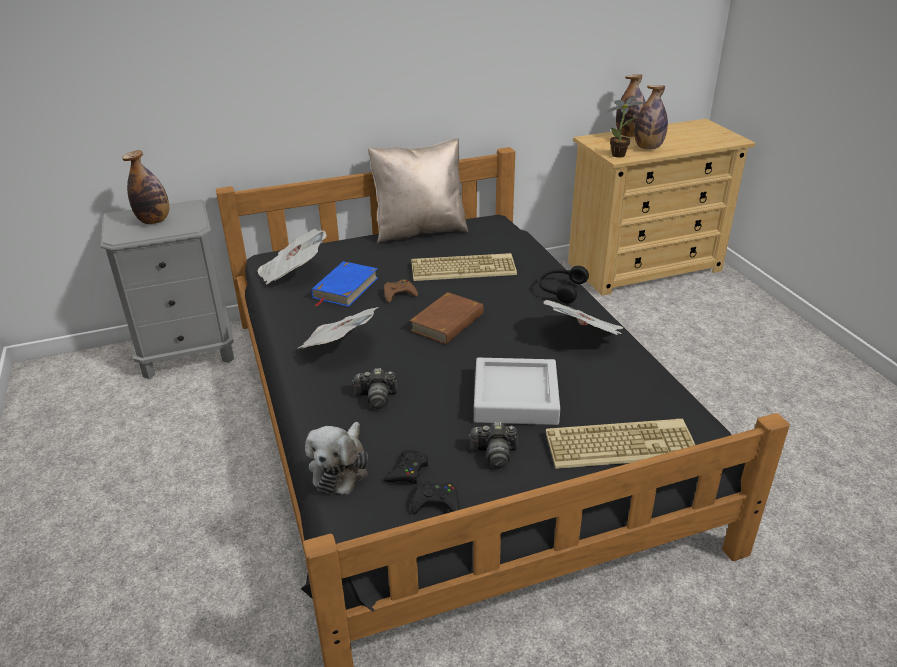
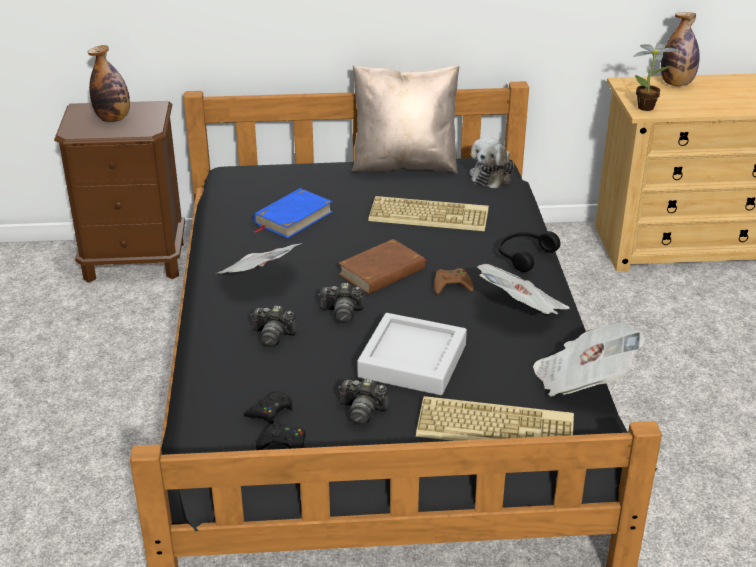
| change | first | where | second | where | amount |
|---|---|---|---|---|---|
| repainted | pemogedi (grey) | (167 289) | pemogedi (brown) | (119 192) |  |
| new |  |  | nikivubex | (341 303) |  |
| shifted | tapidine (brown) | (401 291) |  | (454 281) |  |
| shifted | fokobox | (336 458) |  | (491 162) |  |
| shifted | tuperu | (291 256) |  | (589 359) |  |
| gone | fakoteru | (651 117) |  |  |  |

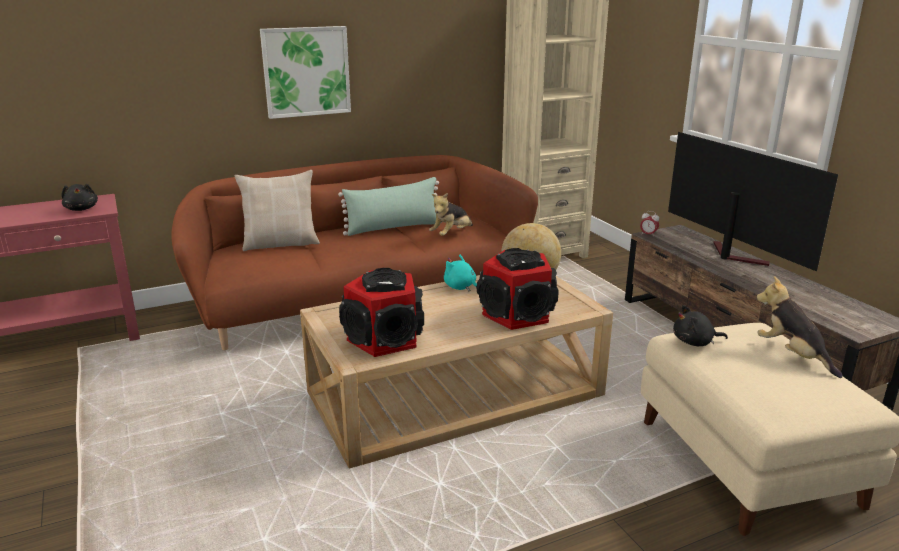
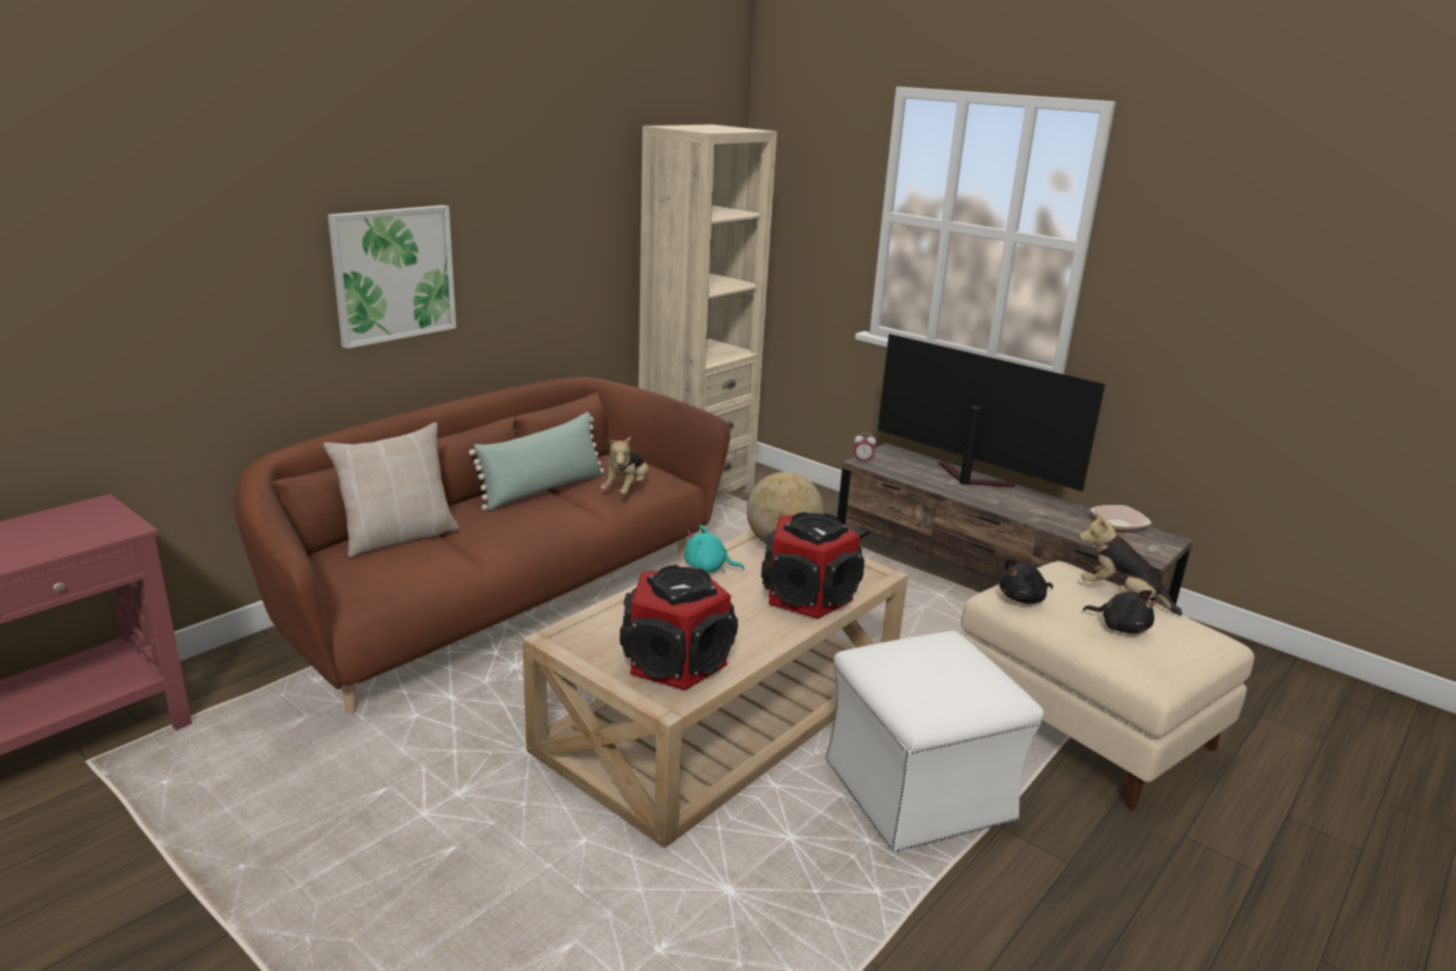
| change | first | where | second | where | amount |
|---|---|---|---|---|---|
| new |  |  | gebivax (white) | (935 741) |  |
| shifted | fokobox (black) | (79 197) |  | (1119 612) |  |
| new |  |  | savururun | (1121 519) |  |

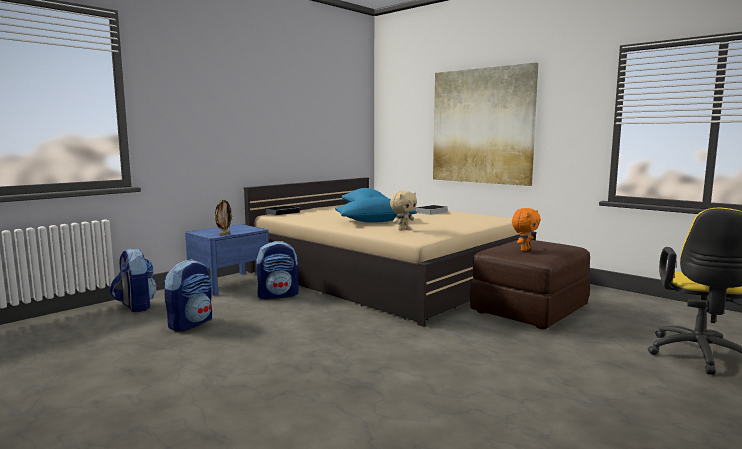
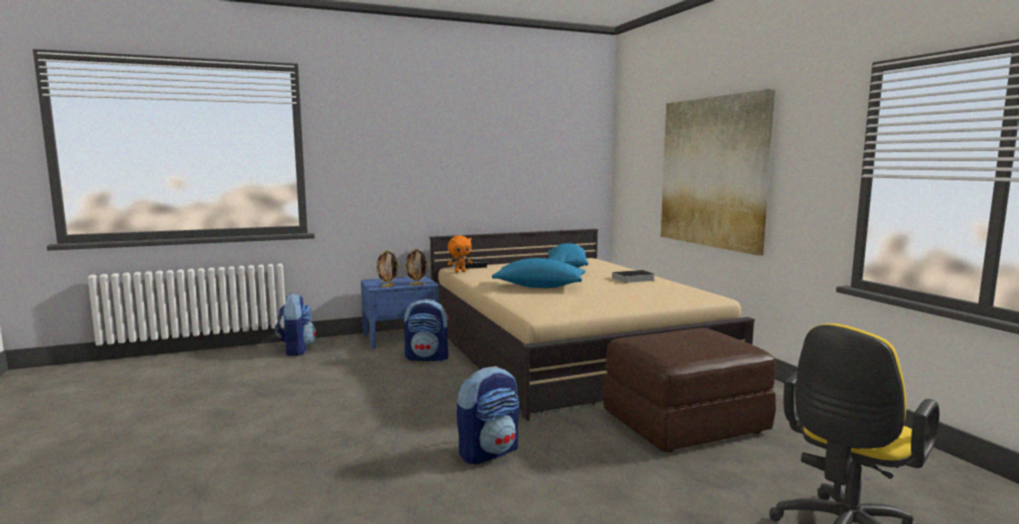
| change | first | where | second | where | amount |
|---|---|---|---|---|---|
| new |  |  | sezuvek | (417 267) |  |
| shifted | fokobox (orange) | (526 229) |  | (460 254) |  |
| shifted | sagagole | (188 295) |  | (488 415) |  |
| gone | fokobox (beige) | (403 210) |  |  |  |

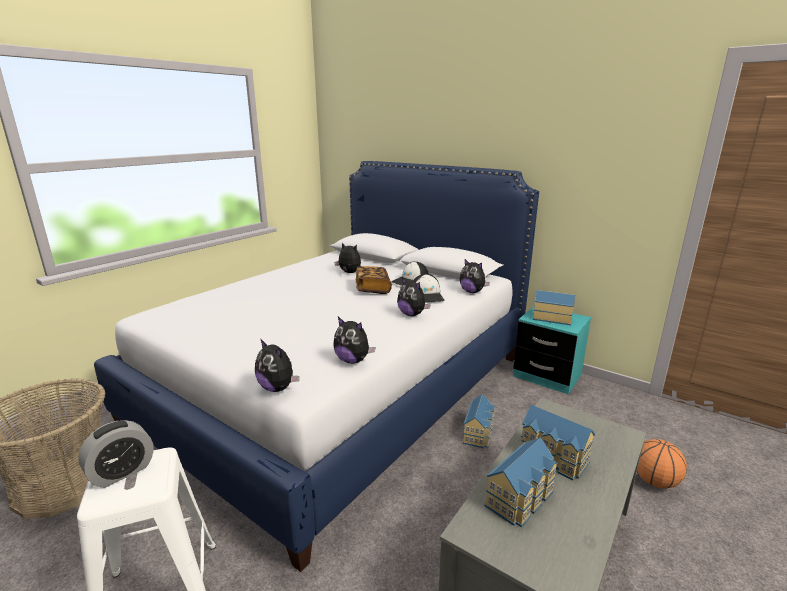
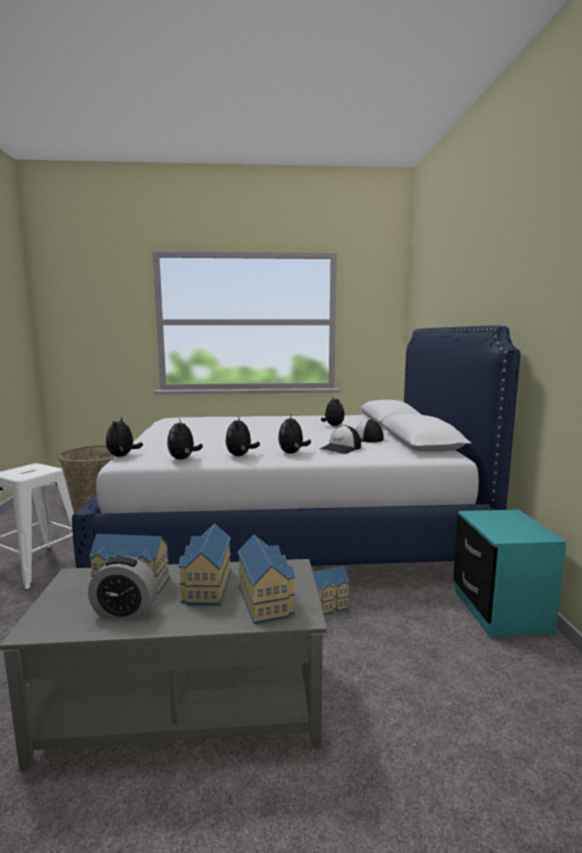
| change | first | where | second | where | amount |
|---|---|---|---|---|---|
| shifted | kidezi | (116 454) |  | (123 588) |  |
| shifted | fokobox | (475 276) |  | (243 436) |  |
| shifted | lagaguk | (553 307) |  | (266 579) |  |
| gone | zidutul | (374 280) |  |  |  |
| gone | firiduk | (662 464) |  |  |  |

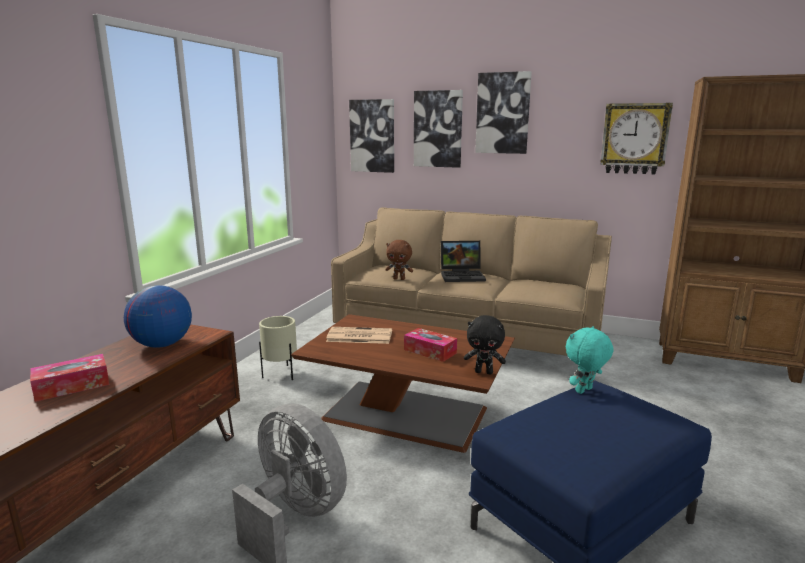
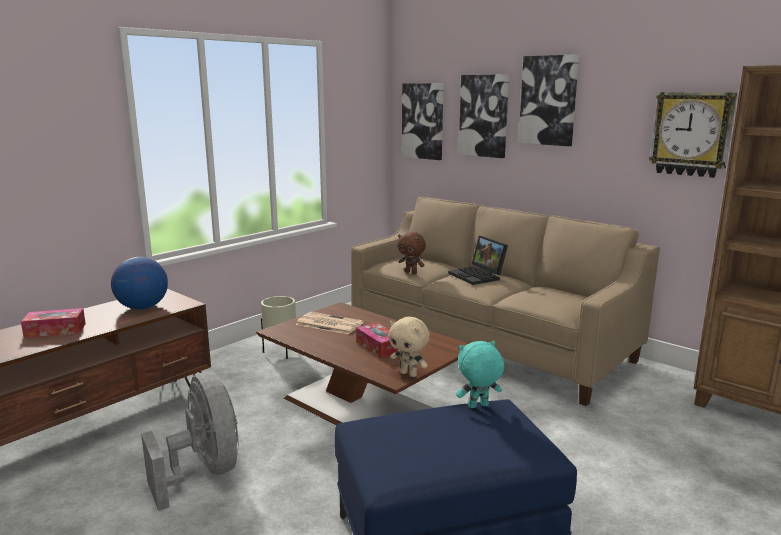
| change | first | where | second | where | amount |
|---|---|---|---|---|---|
| repainted | fokobox (black) | (485 344) | fokobox (beige) | (409 347) |  |
| rotated | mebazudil | (463 261) |  | (478 260) | 45 degrees clockwise |

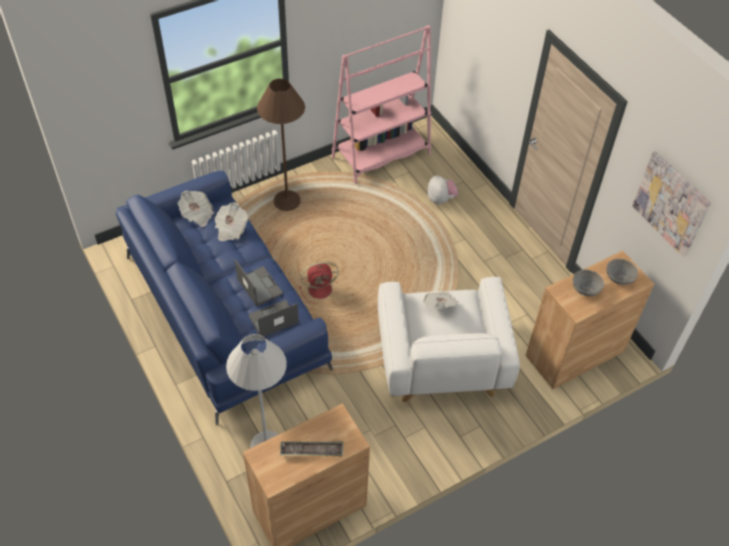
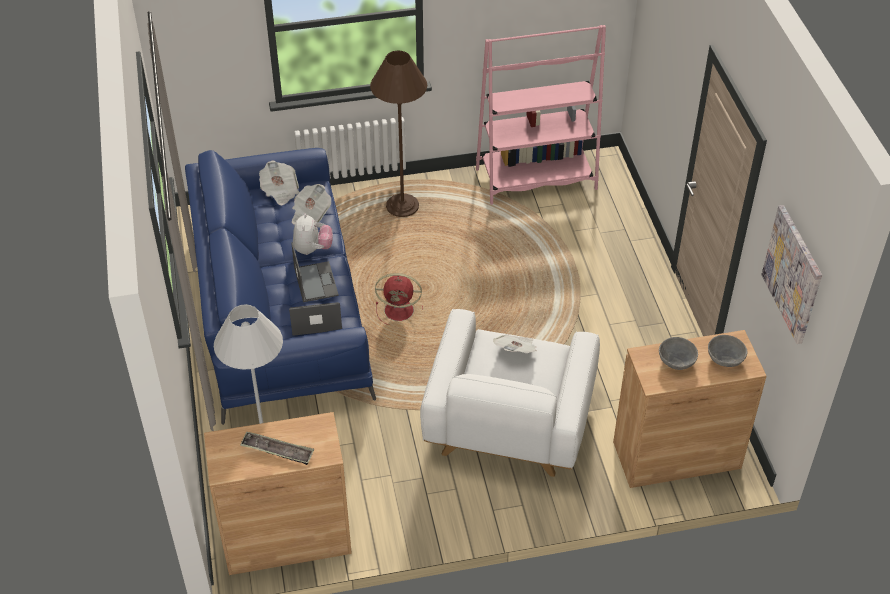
| change | first | where | second | where | amount |
|---|---|---|---|---|---|
| shifted | fokobox | (443 190) |  | (313 234) |  |

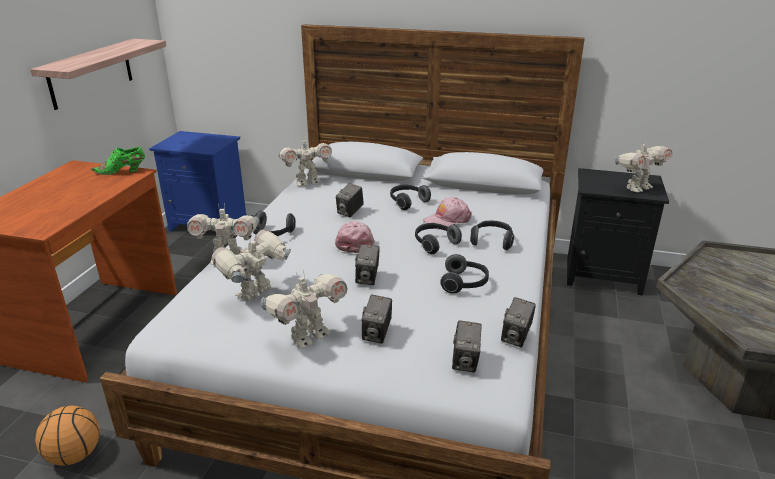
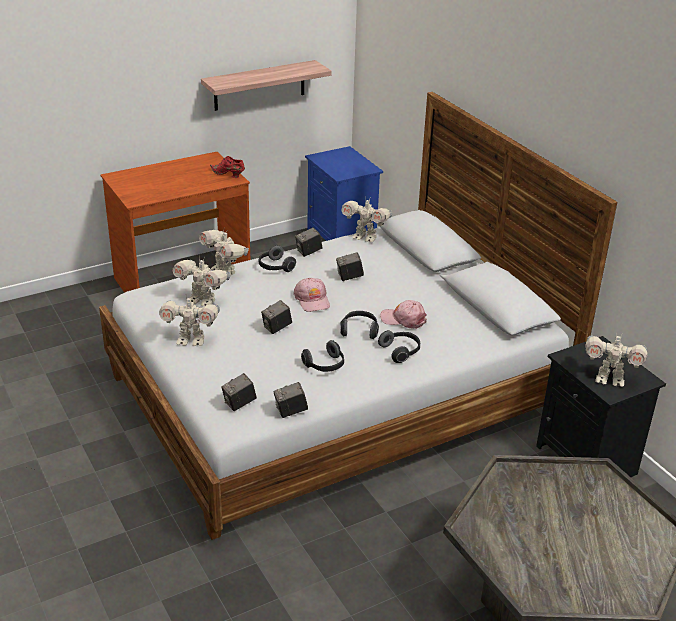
| change | first | where | second | where | amount |
|---|---|---|---|---|---|
| rotated | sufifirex | (251 265) |  | (201 281) | 150 degrees counterclockwise |
| repainted | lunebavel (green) | (118 161) | lunebavel (red) | (227 167) |  |
| rotated | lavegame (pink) | (355 237) |  | (312 295) | 120 degrees clockwise |
| shifted | nikivubex | (377 319) |  | (309 242) |  |
| gone | firiduk | (67 436) |  |  |  |
| gone | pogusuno | (410 197) |  |  |  |

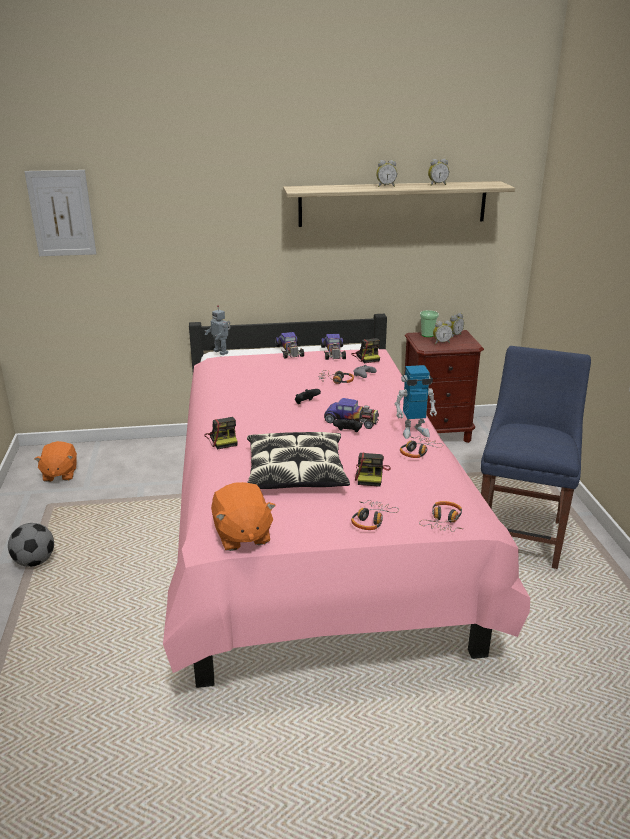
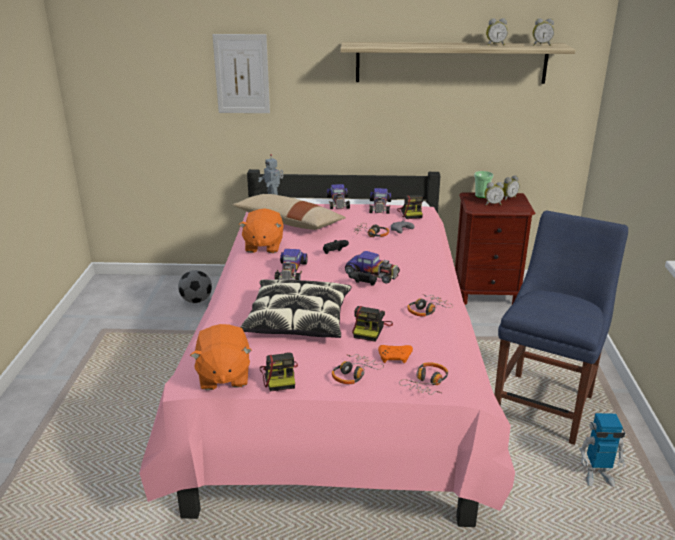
| change | first | where | second | where | amount |
|---|---|---|---|---|---|
| shifted | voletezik | (31 545) |  | (195 286) |  |
| shifted | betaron | (60 213) |  | (241 73) |  |
| new |  |  | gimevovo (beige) | (289 212) |  |
| shifted | fokobox (orange) | (56 461) |  | (261 230) |  |
| shifted | nikivubex | (221 433) |  | (279 372) |  |
| new |  |  | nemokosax | (291 264) |  |
| new |  |  | tapidine (orange) | (395 354) |  |
| shifted | kidezi | (386 173) |  | (543 32) |  |
| shifted | sufifirex | (416 402) |  | (602 450) |  |

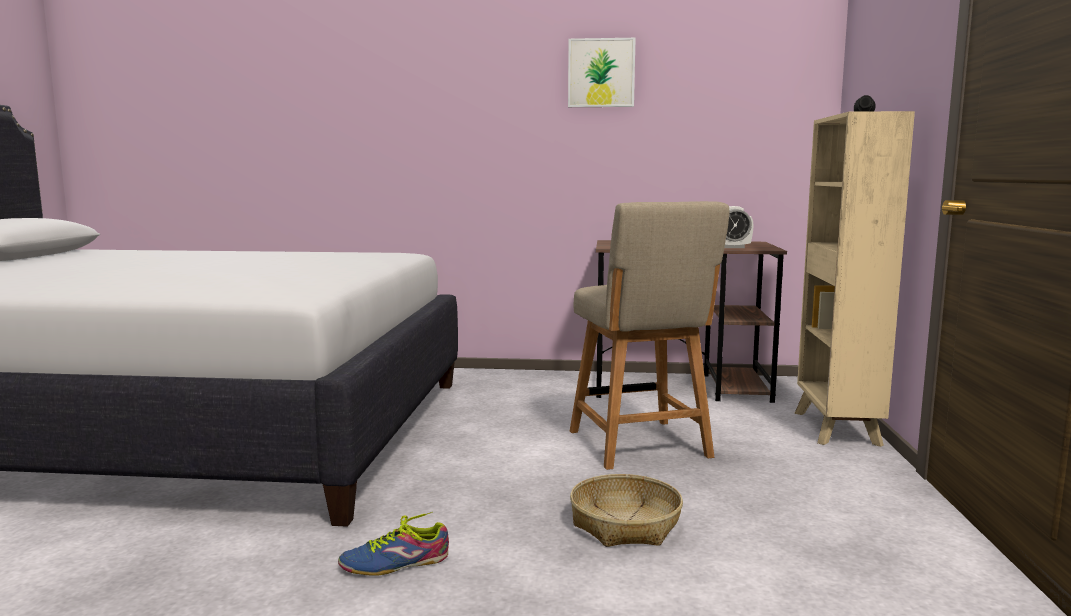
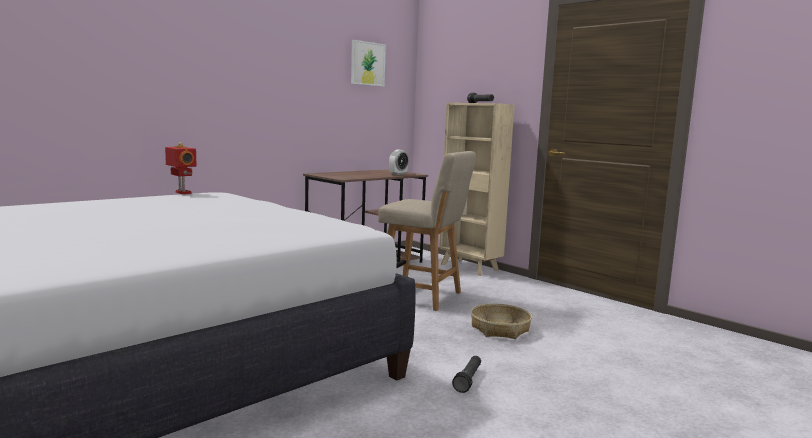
| change | first | where | second | where | amount |
|---|---|---|---|---|---|
| new |  |  | sufifirex | (181 168) |  |
| shifted | betaron | (602 72) |  | (368 63) |  |
| swapped | lunebavel | (393 543) | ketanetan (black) | (466 374) |  |

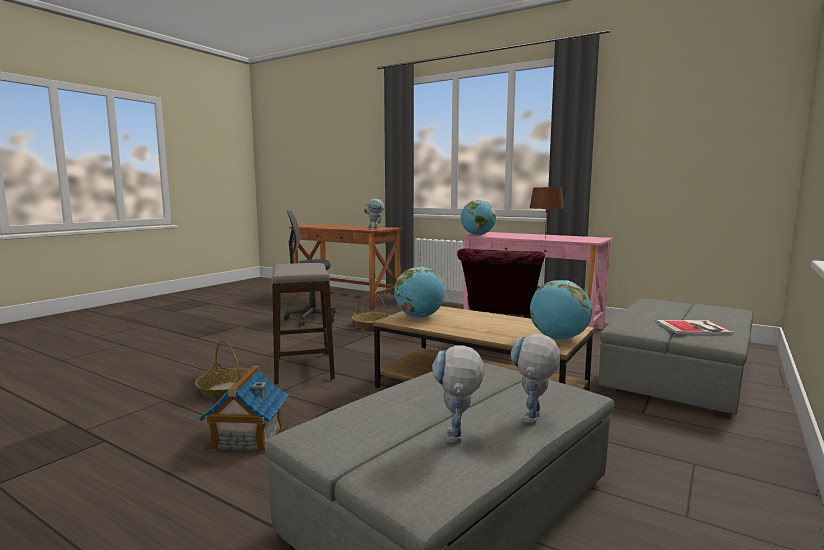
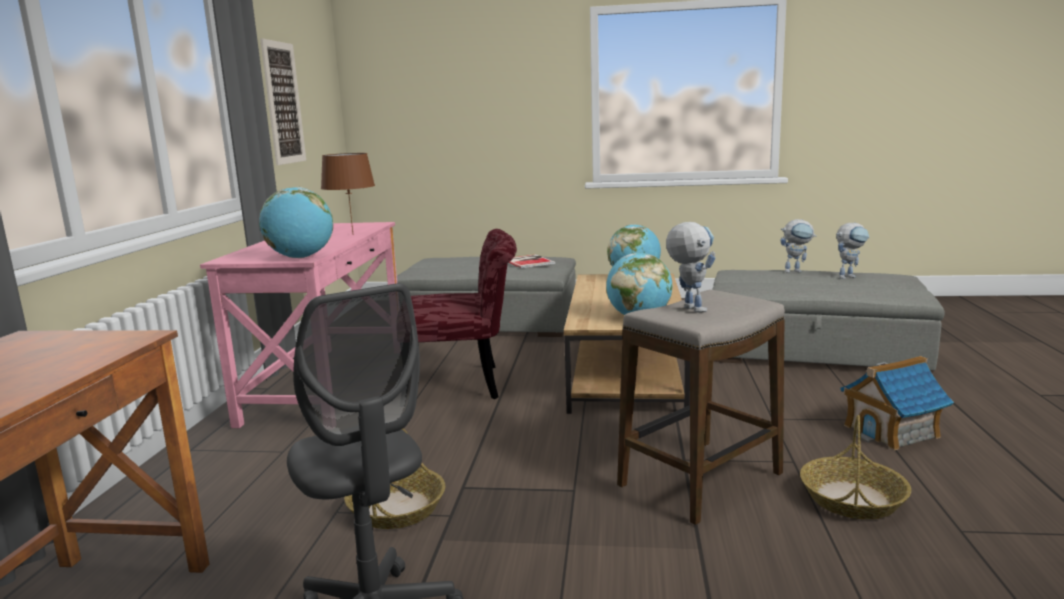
| change | first | where | second | where | amount |
|---|---|---|---|---|---|
| new |  |  | betaron | (283 101) |  |
| shifted | sufifirex | (375 214) |  | (691 267) |  |

